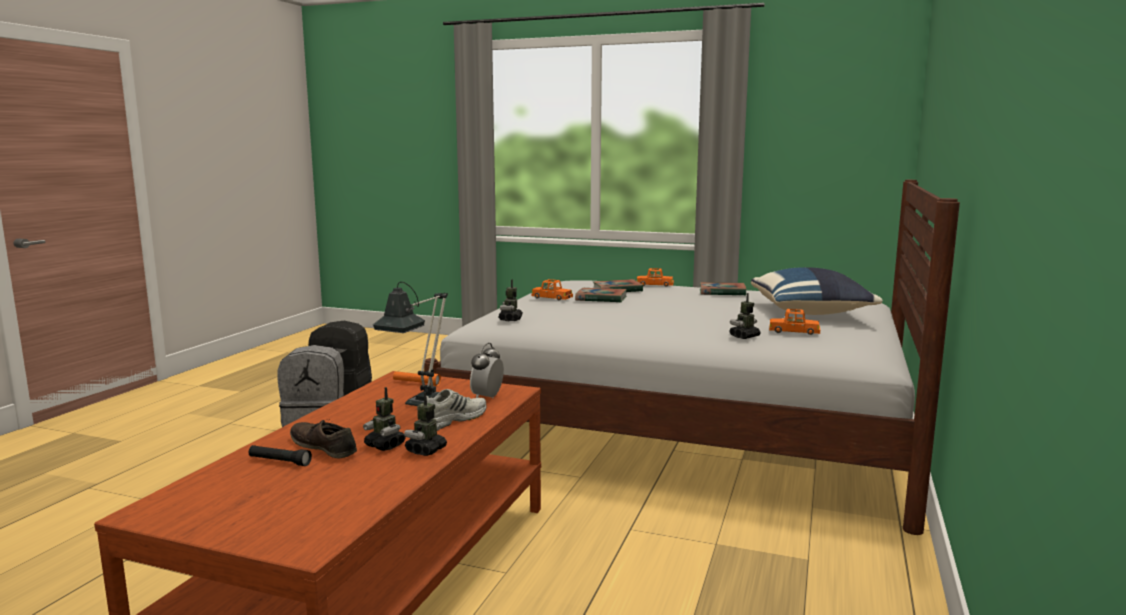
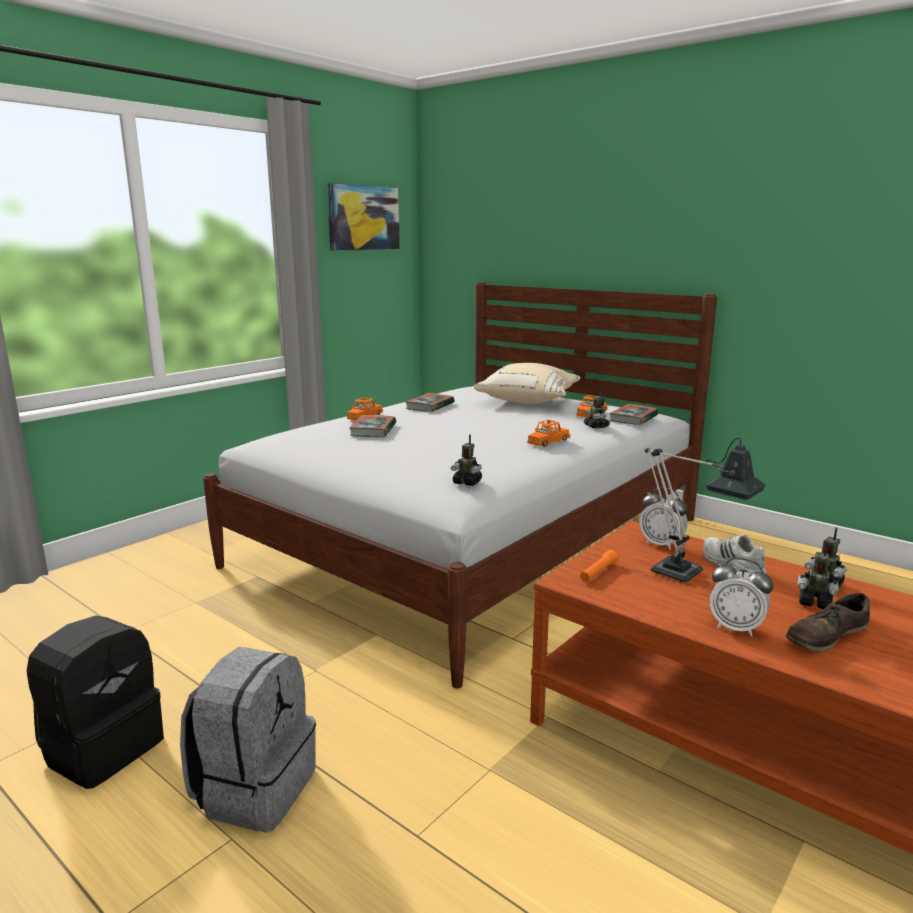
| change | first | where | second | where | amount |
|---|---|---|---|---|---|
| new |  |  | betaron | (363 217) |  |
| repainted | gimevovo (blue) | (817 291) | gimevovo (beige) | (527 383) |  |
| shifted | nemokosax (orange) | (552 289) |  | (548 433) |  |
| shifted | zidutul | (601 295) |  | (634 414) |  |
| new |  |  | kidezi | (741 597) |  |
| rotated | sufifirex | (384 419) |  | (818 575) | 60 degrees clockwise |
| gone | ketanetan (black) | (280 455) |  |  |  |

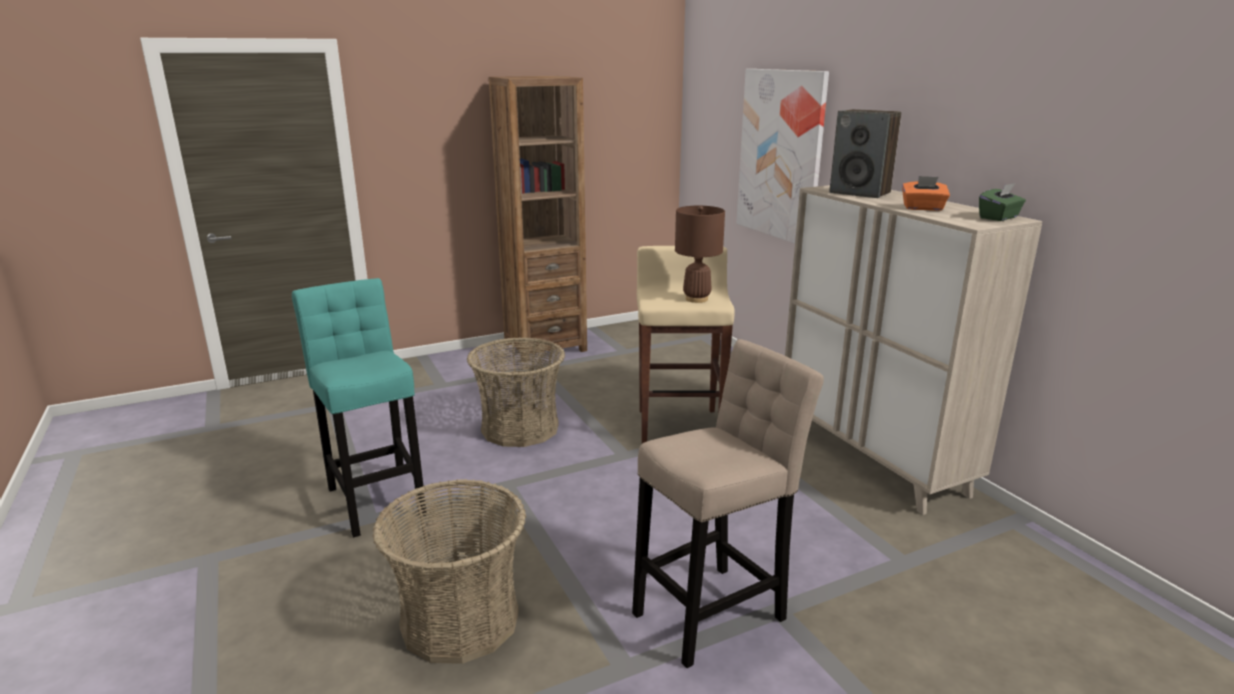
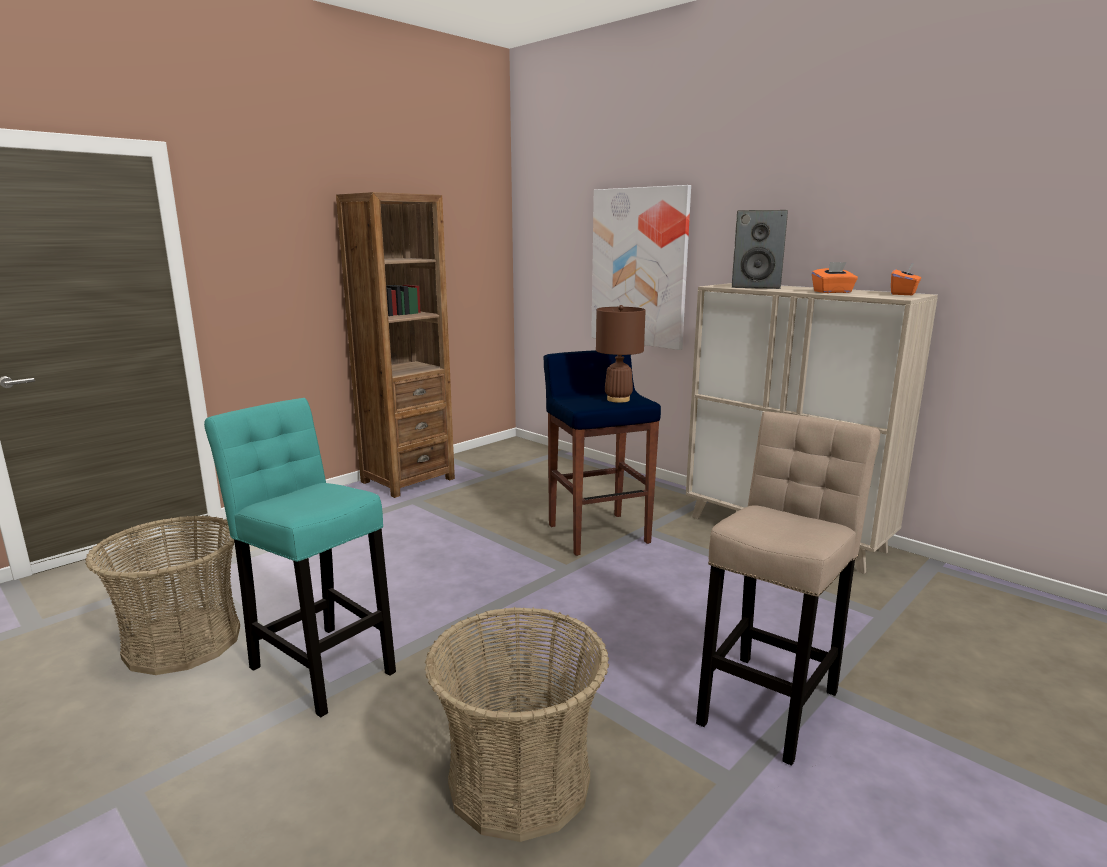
| change | first | where | second | where | amount |
|---|---|---|---|---|---|
| shifted | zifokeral | (516 392) |  | (162 595) |  |
| repainted | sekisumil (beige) | (685 345) | sekisumil (blue) | (602 453) |  |
| repainted | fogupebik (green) | (1002 202) | fogupebik (orange) | (906 279) |  |

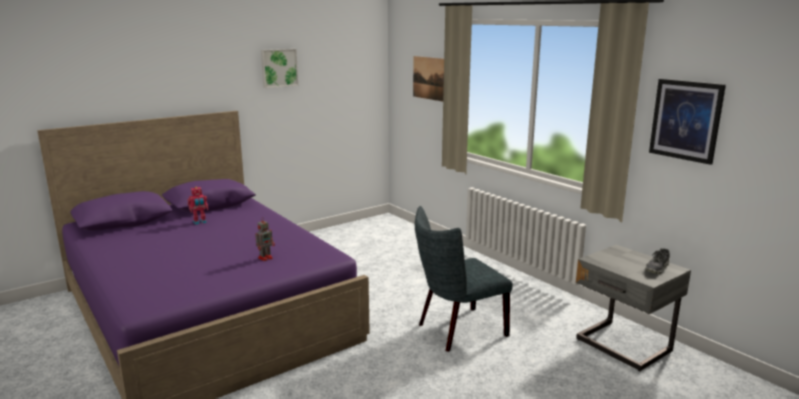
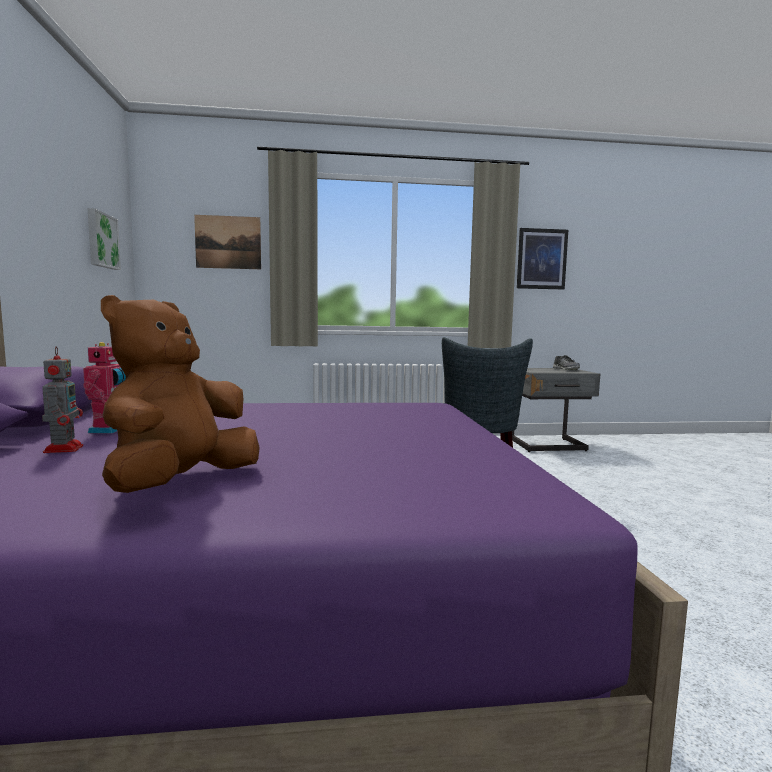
| change | first | where | second | where | amount |
|---|---|---|---|---|---|
| shifted | sufifirex | (265 239) |  | (62 399) |  |
| shifted | betaron | (279 68) |  | (104 239) |  |
| new |  |  | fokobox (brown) | (180 394) |  |

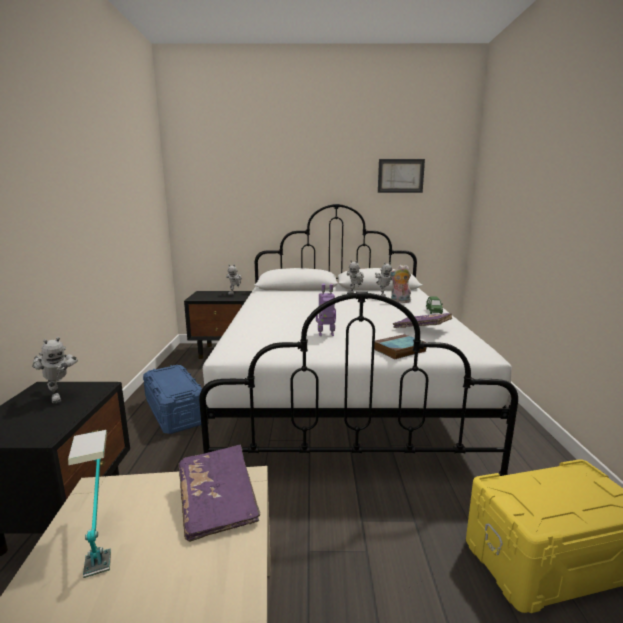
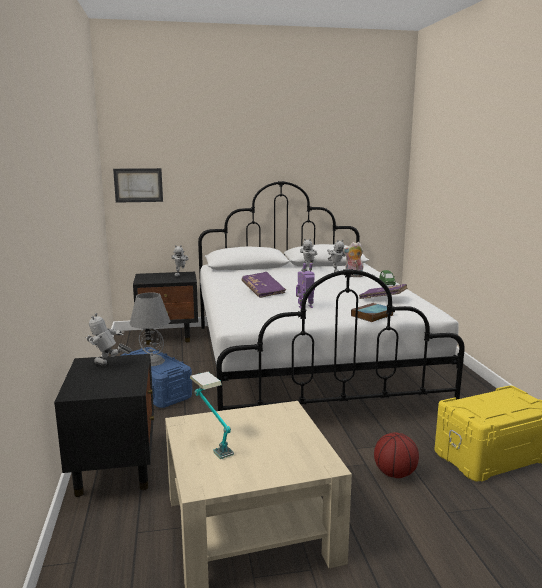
| change | first | where | second | where | amount |
|---|---|---|---|---|---|
| rotated | sufifirex | (55 370) |  | (109 339) | 150 degrees clockwise |
| shifted | betaron | (401 176) |  | (138 185) |  |
| new |  |  | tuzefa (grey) | (149 329) |  |
| shifted | zidutul (purple) | (219 493) |  | (263 285) |  |
| new |  |  | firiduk | (396 455) |  |

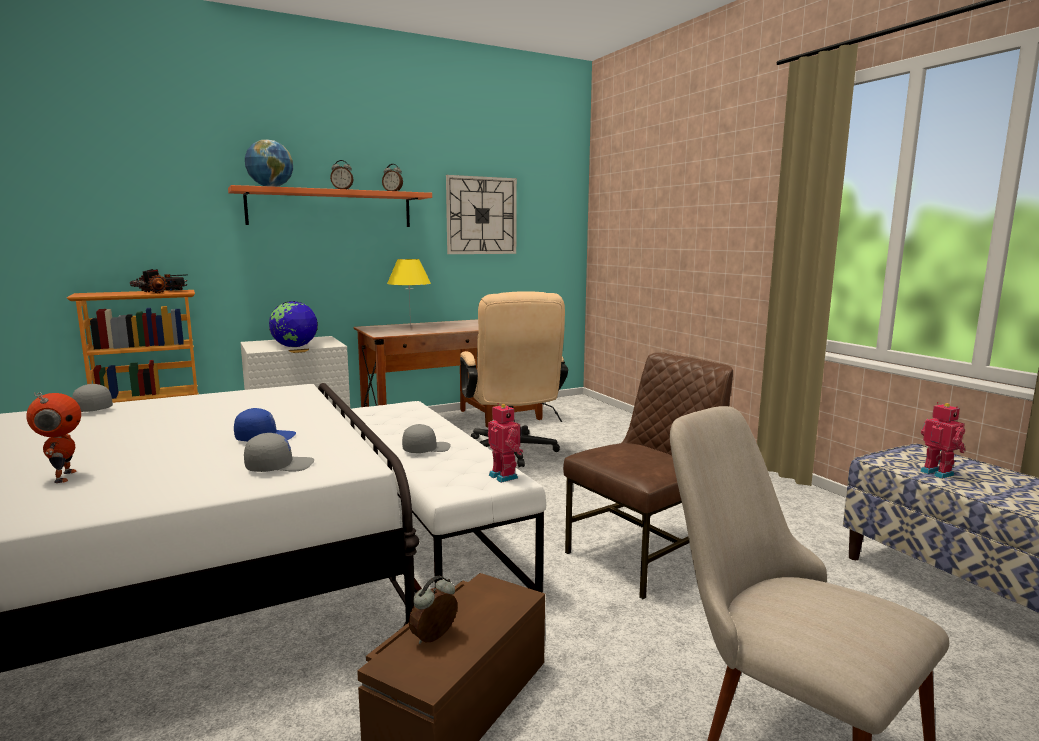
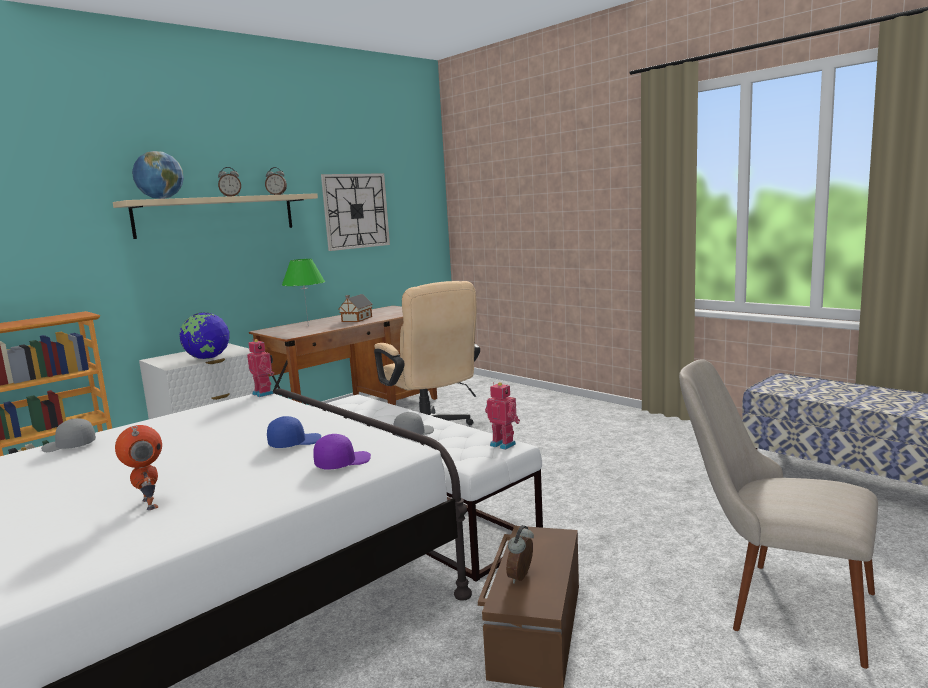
| change | first | where | second | where | amount |
|---|---|---|---|---|---|
| repainted | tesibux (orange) | (330 206) | tesibux (beige) | (215 216) |  |
| shifted | sufifirex | (943 440) |  | (260 368) |  |
| repainted | tuzefa (yellow) | (409 293) | tuzefa (green) | (303 290) |  |
| repainted | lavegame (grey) | (279 452) | lavegame (purple) | (342 452) |  |
| new |  |  | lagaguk | (355 308) |  |
| gone | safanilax | (159 281) |  |  |  |
| gone | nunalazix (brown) | (648 475) |  |  |  |

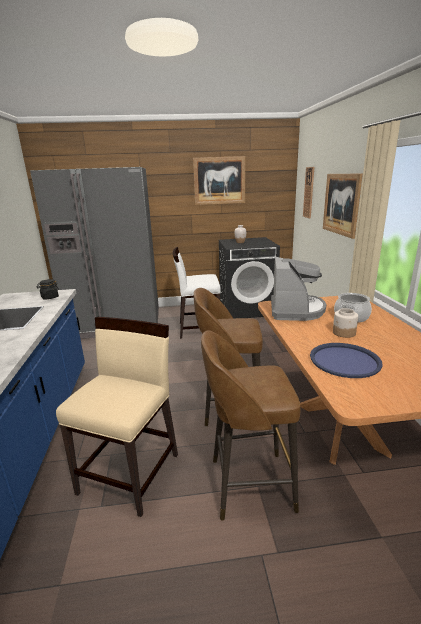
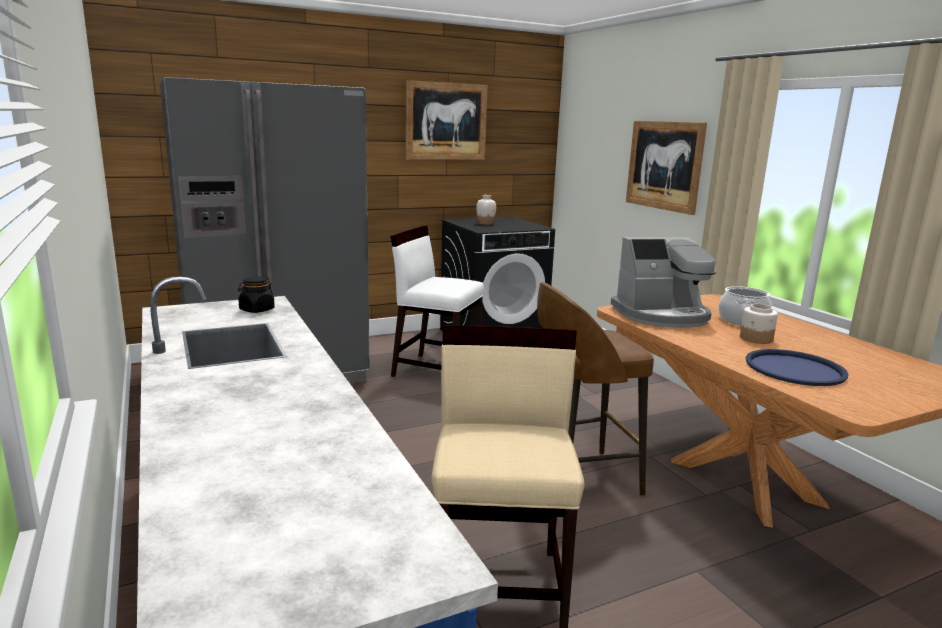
| change | first | where | second | where | amount |
|---|---|---|---|---|---|
| rotated | nunalazix (white) | (197 293) |  | (437 301) | 45 degrees clockwise |
| rotated | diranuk | (298 289) |  | (663 282) | 90 degrees clockwise |
| gone | sekisumil (brown) | (251 425) |  |  |  |
| gone | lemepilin | (308 192) |  |  |  |

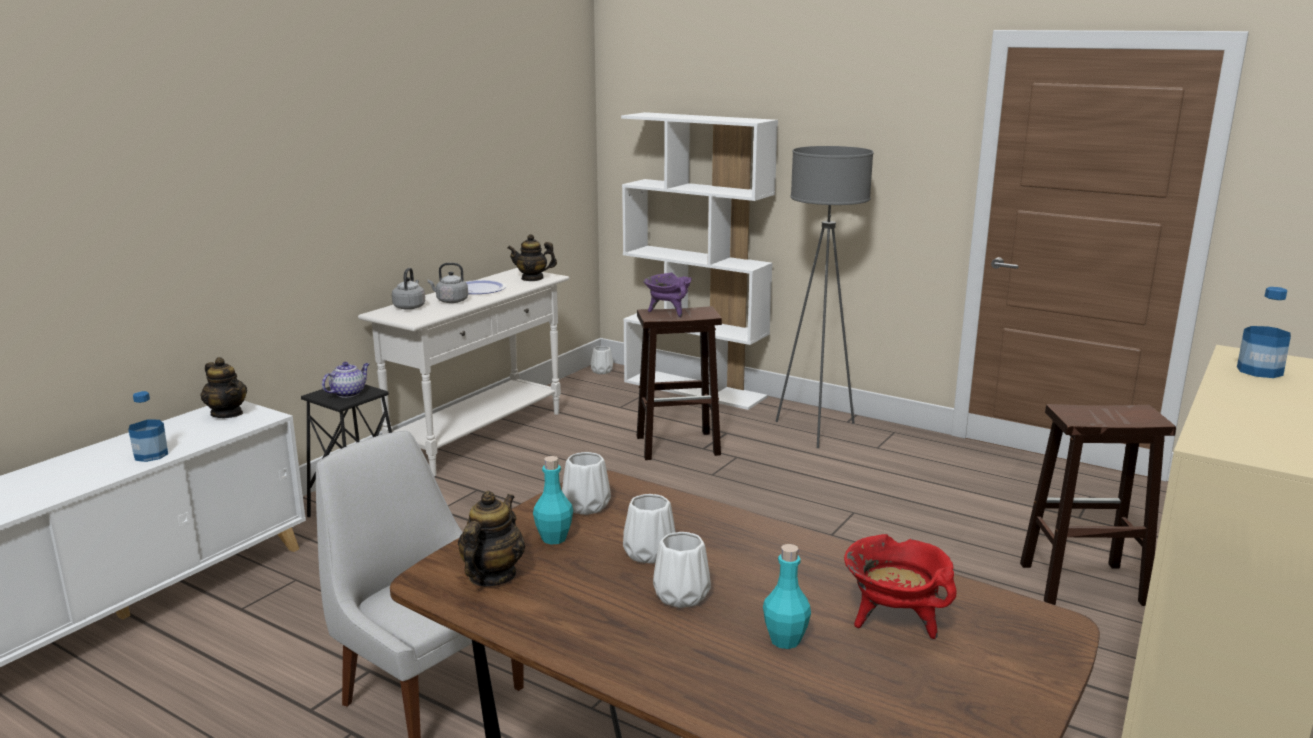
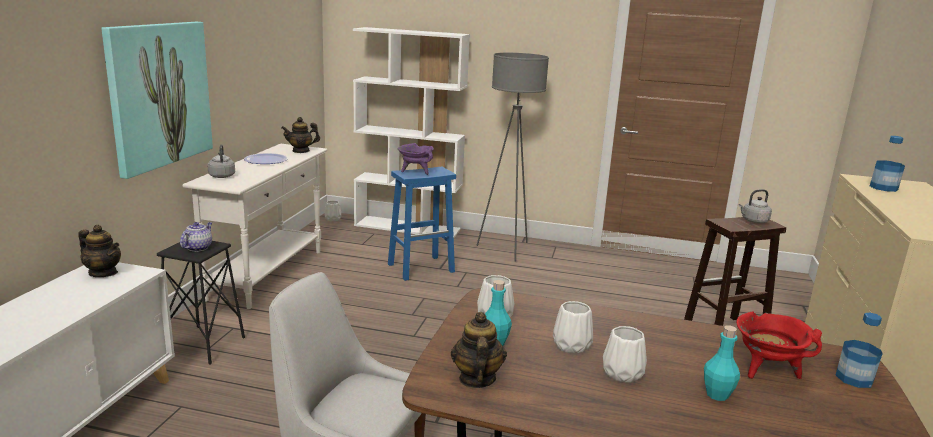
| change | first | where | second | where | amount |
|---|---|---|---|---|---|
| new |  |  | betaron | (157 100) |  |
| repainted | sekisumil (brown) | (679 383) | sekisumil (blue) | (422 224) |  |
| shifted | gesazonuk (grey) | (448 283) |  | (755 206) |  |
| shifted | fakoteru | (148 426) |  | (859 350) |  |

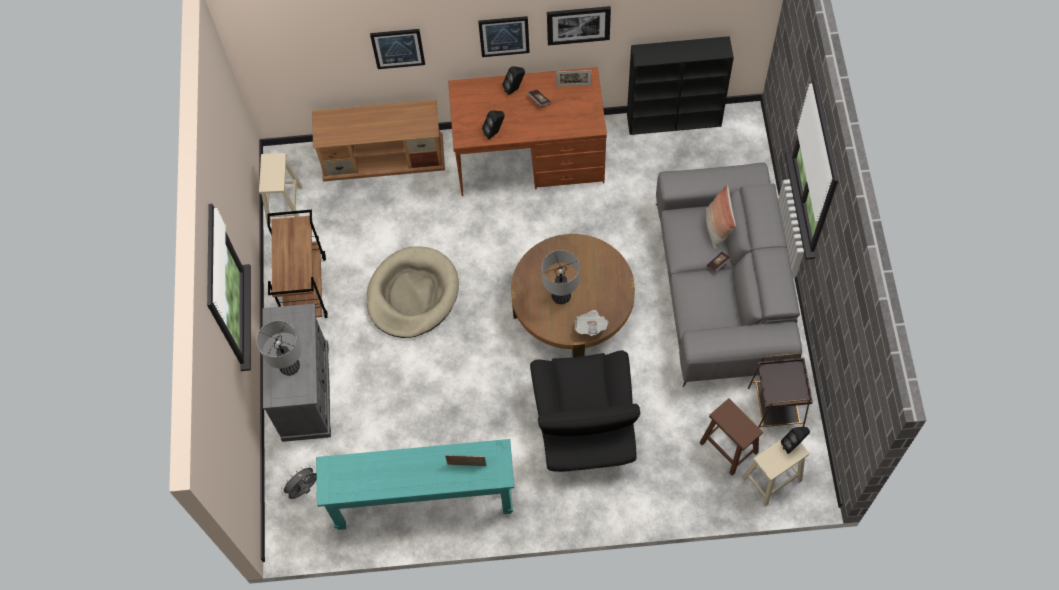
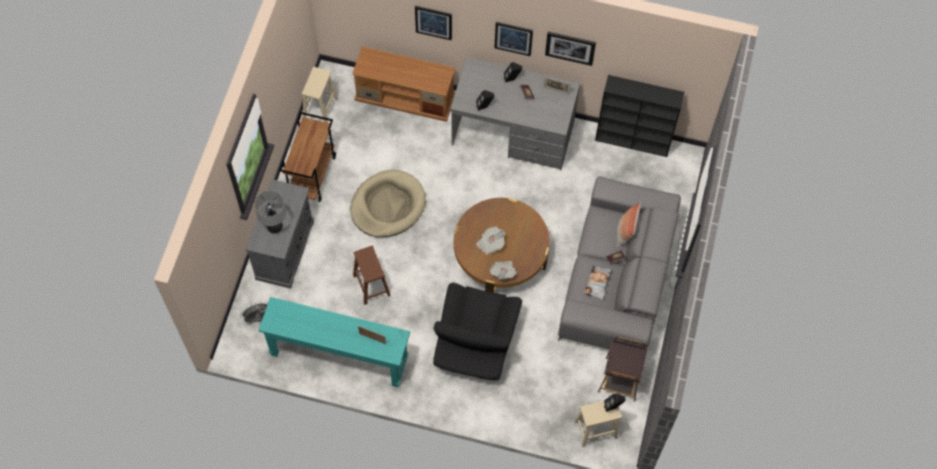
| change | first | where | second | where | amount |
|---|---|---|---|---|---|
| shifted | sekisumil (brown) | (731 437) |  | (372 275) |  |
| repainted | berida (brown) | (527 131) | berida (grey) | (515 114) |  |
| swapped | tuzefa | (561 277) | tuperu | (490 240) |  |
| new |  |  | gimevovo | (598 282) |  |

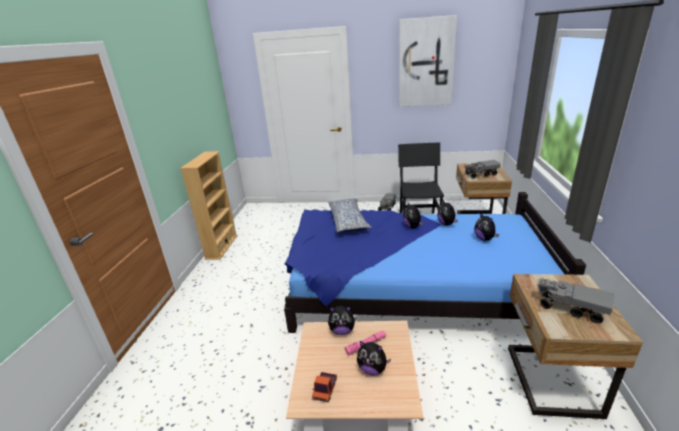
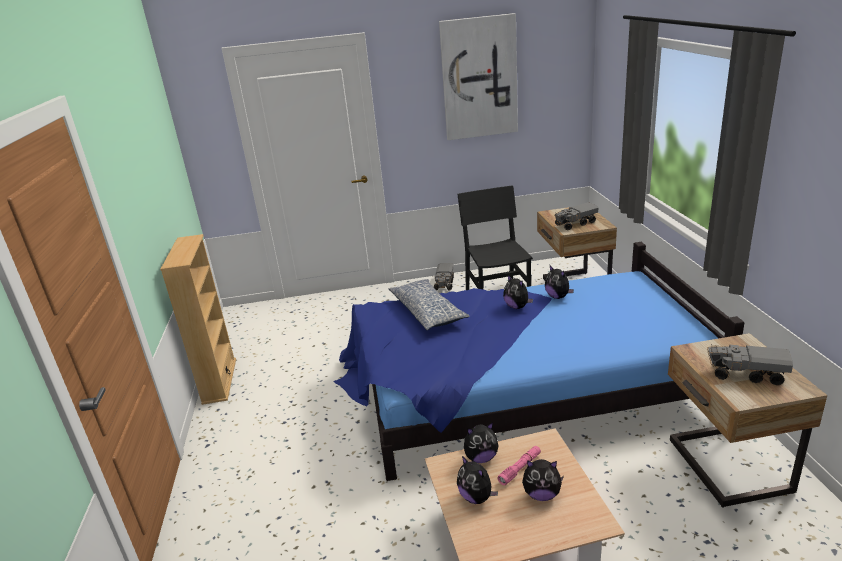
| change | first | where | second | where | amount |
|---|---|---|---|---|---|
| shifted | fokobox | (486 226) |  | (477 480) |  |
| gone | safanilax | (324 387) |  |  |  |

